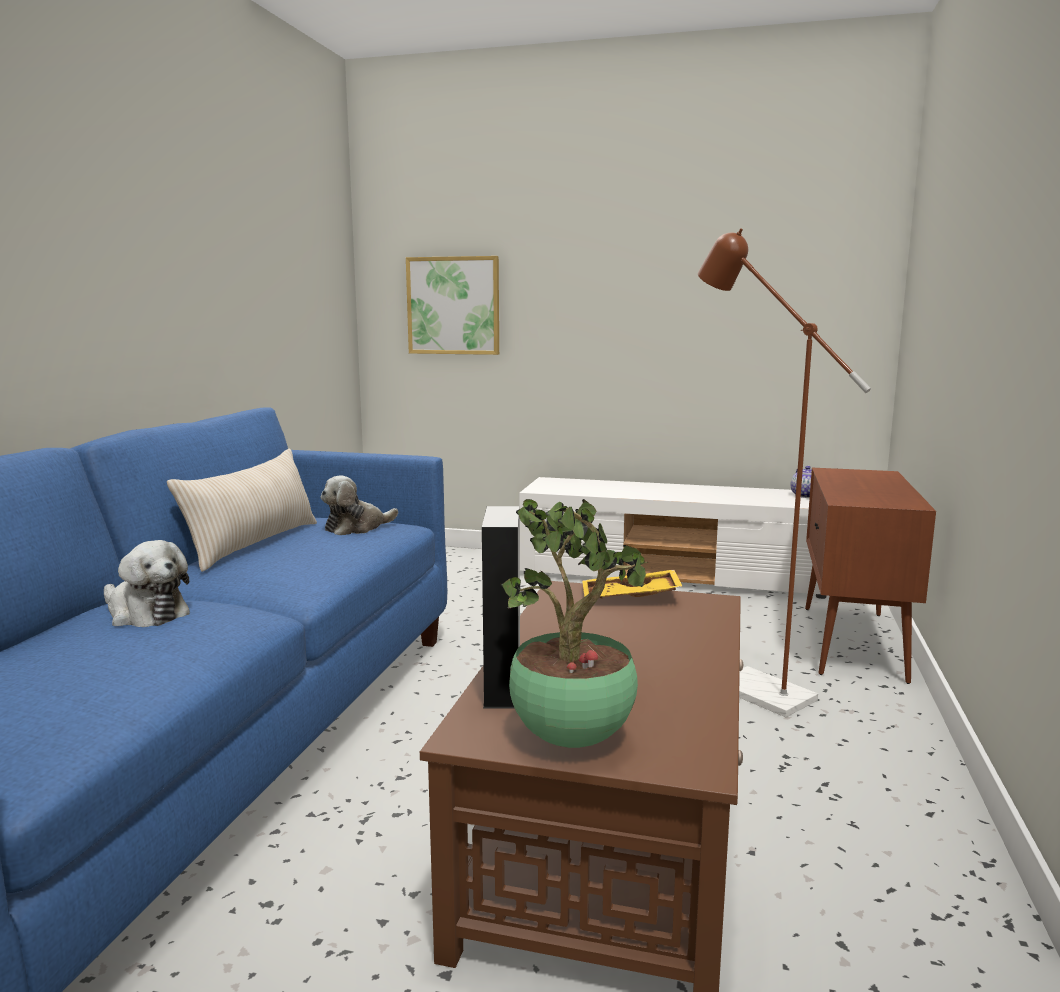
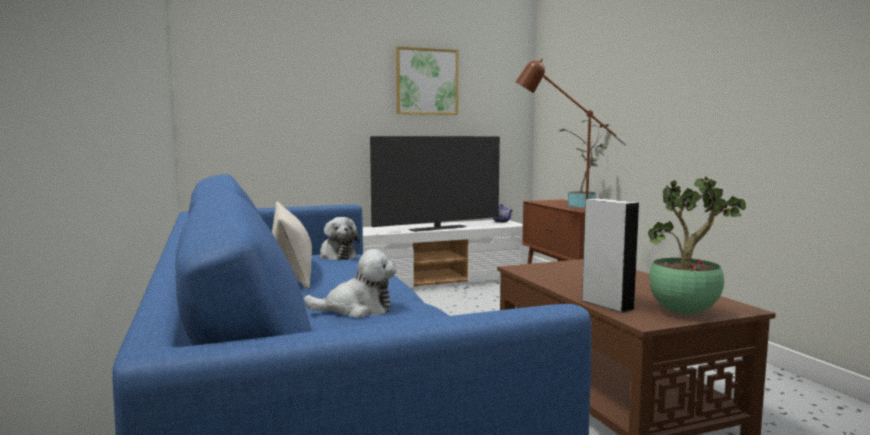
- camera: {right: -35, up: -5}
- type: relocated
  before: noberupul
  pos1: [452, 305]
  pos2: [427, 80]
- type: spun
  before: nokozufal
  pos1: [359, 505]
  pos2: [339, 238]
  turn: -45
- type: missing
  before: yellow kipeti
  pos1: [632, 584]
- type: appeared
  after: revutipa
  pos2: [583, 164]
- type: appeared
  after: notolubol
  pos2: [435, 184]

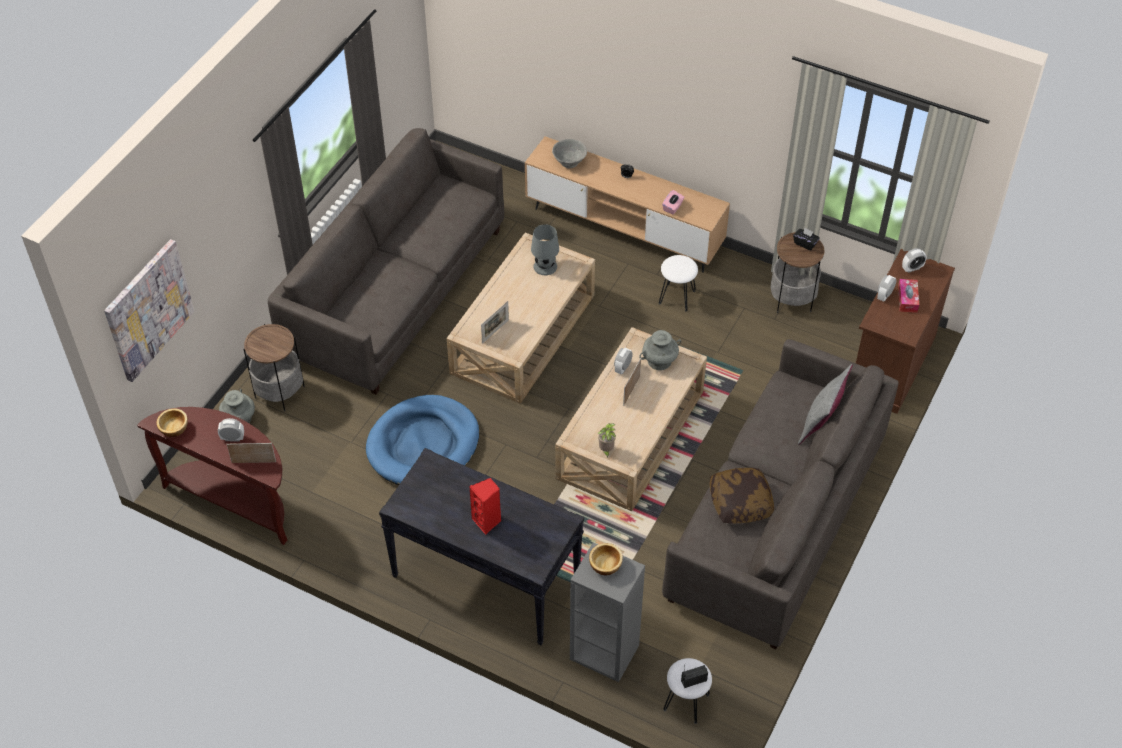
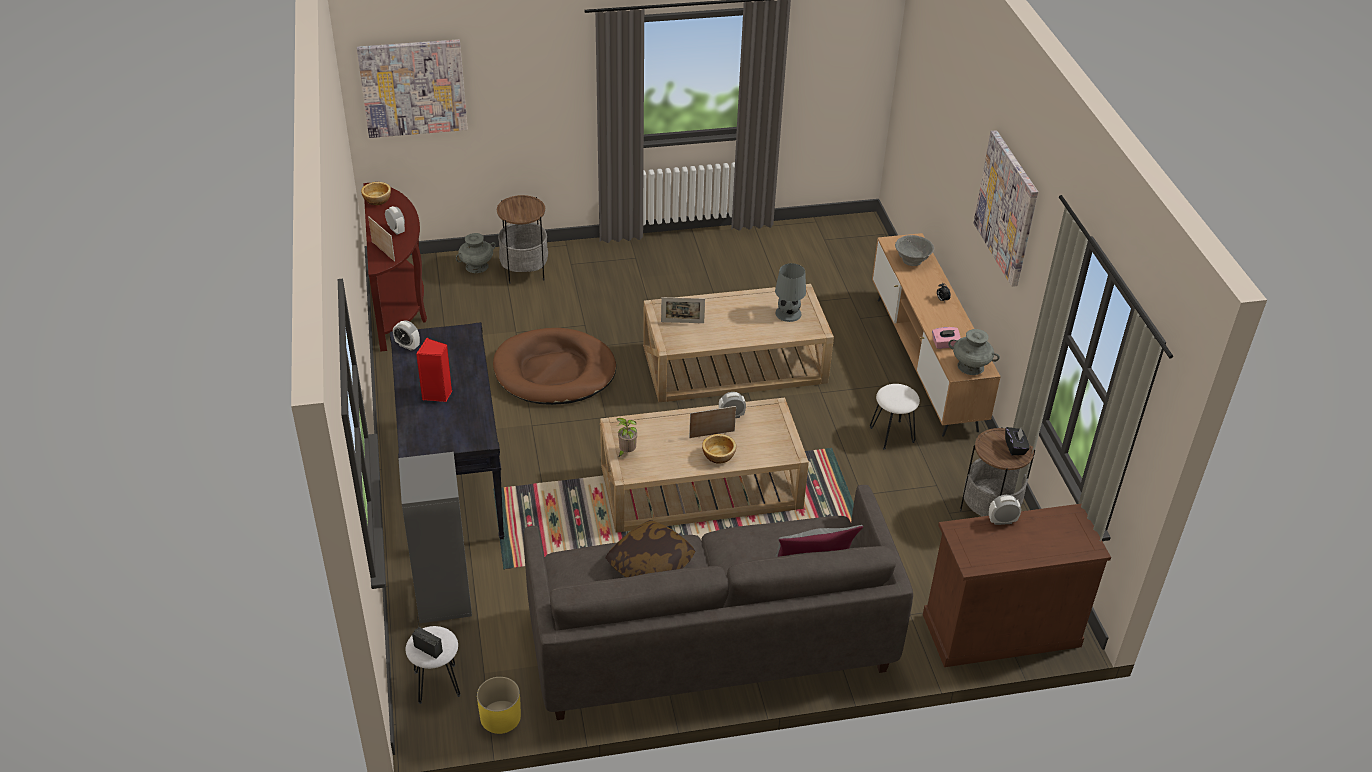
- camera: {right: 50, up: -10}
- type: missing
  before: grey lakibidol
  pos1: [386, 261]
- type: relocated
  before: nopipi
  pos1: [914, 260]
  pos2: [406, 336]
- type: missing
  before: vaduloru
  pos1: [908, 296]
- type: relocated
  before: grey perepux
  pos1: [660, 350]
  pos2: [974, 352]
- type: colour
  before: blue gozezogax
  after: brown gozezogax
  pos1: [422, 440]
  pos2: [554, 366]
- type: relocated
  before: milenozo
  pos1: [606, 559]
  pos2: [719, 449]
- type: appeared
  after: noberupul
  pos2: [1006, 208]
- type: appeared
  after: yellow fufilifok
  pos2: [499, 705]

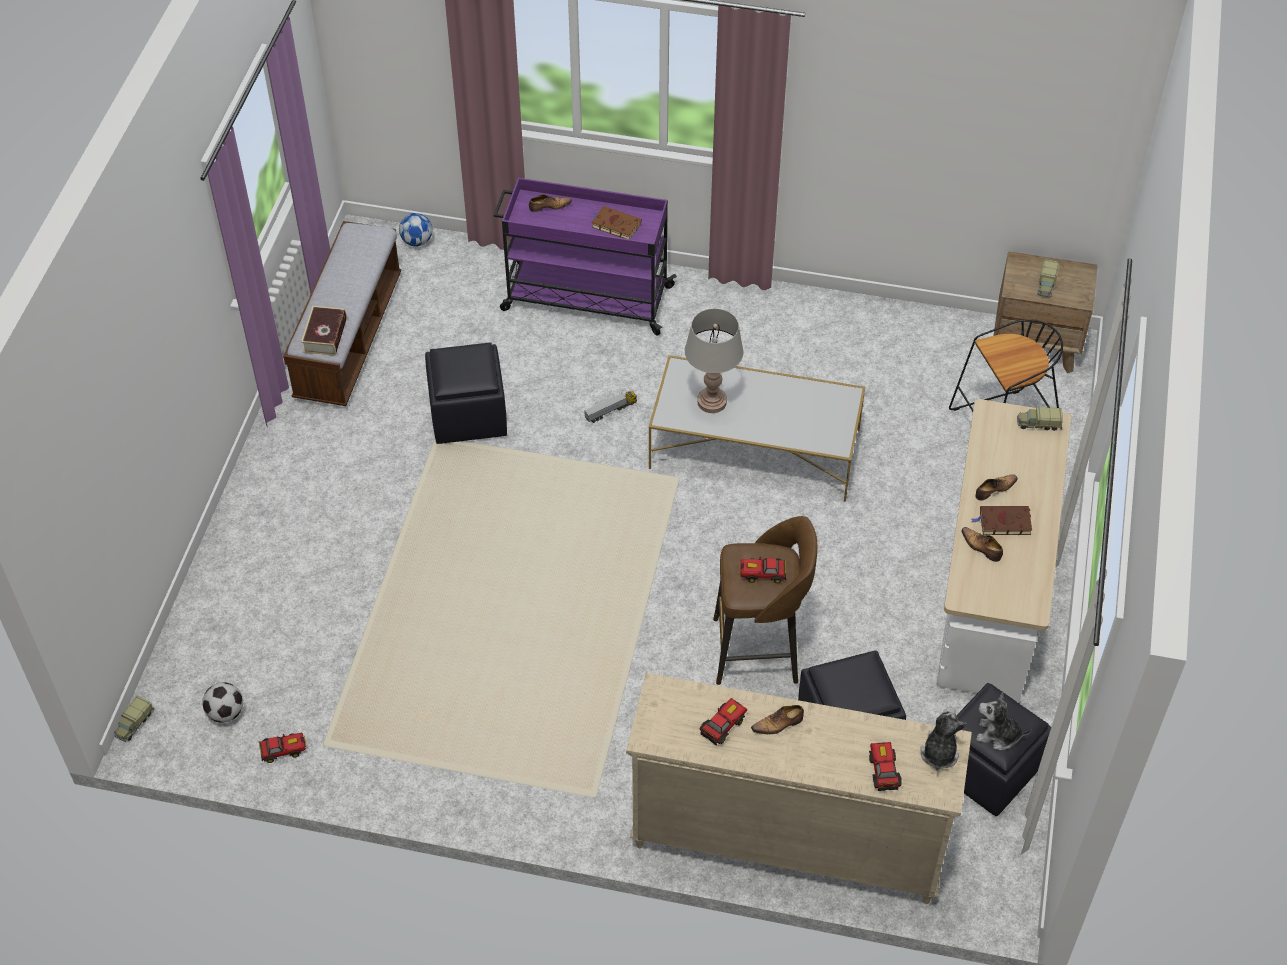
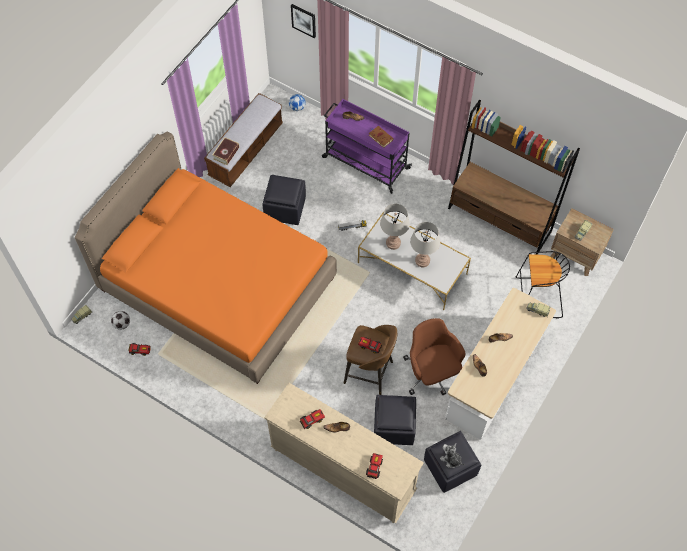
- camera: {right: 20, up: 10}
- type: missing
  before: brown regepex
  pos1: [1001, 520]
- type: missing
  before: nokozufal
  pos1: [943, 739]
- type: appeared
  after: noberupul
  pos2: [303, 21]
- type: appeared
  after: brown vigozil
  pos2: [514, 177]
- type: appeared
  after: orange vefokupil
  pos2: [206, 257]
- type: appeared
  after: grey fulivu
  pos2: [425, 244]
- type: appeared
  after: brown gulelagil
  pos2: [434, 356]

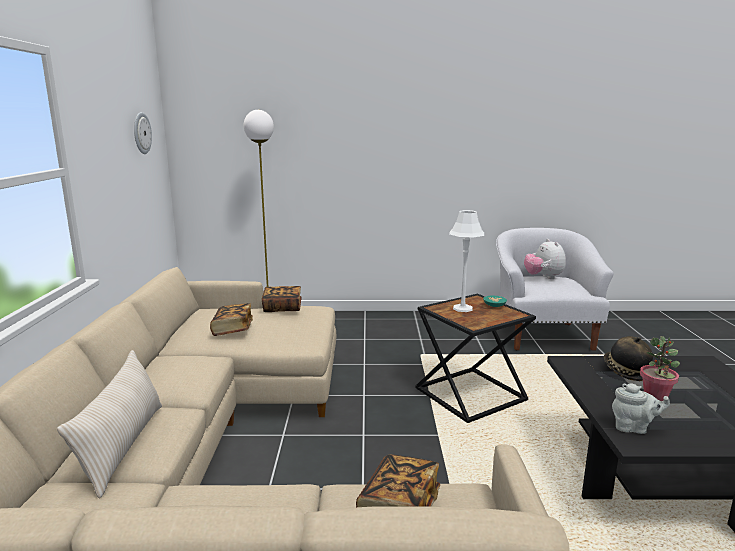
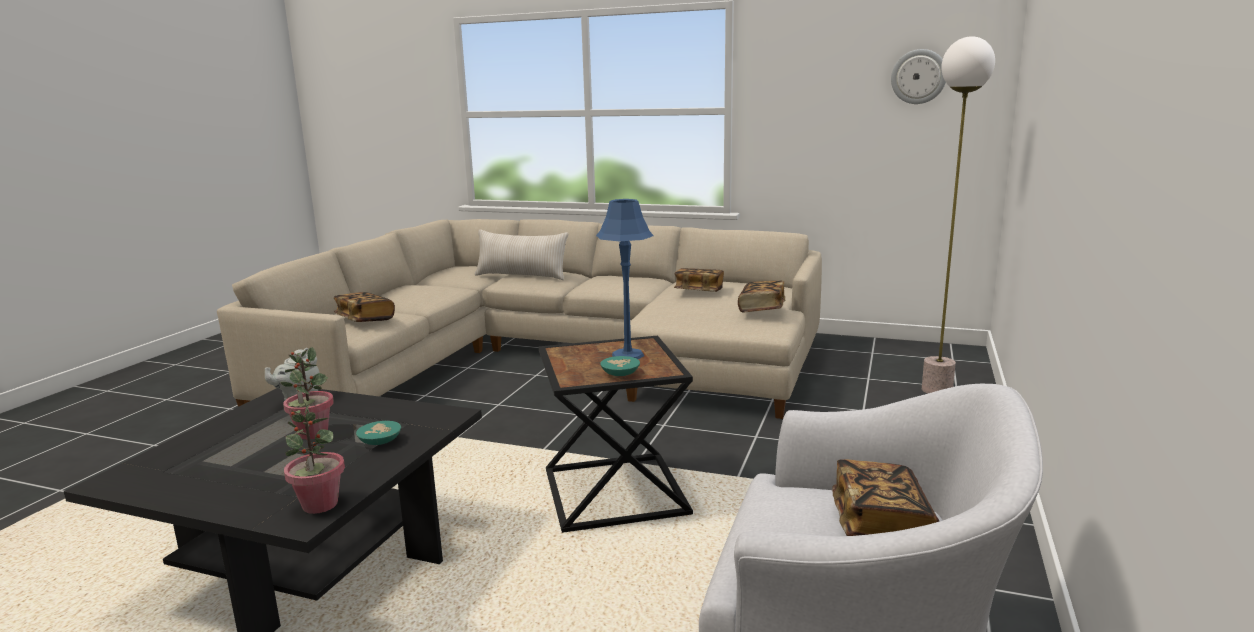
- camera: {right: 110, up: 0}
- type: colour
  before: white fulivu
  after: blue fulivu
  pos1: [466, 261]
  pos2: [625, 279]
- type: exchanged
  before: nokozufal
  after: regepex
  pos1: [545, 259]
  pos2: [885, 497]
- type: exchanged
  before: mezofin
  after: turquoise milenozo
  pos1: [628, 358]
  pos2: [378, 433]
- type: appeared
  after: revutipa
  pos2: [314, 457]

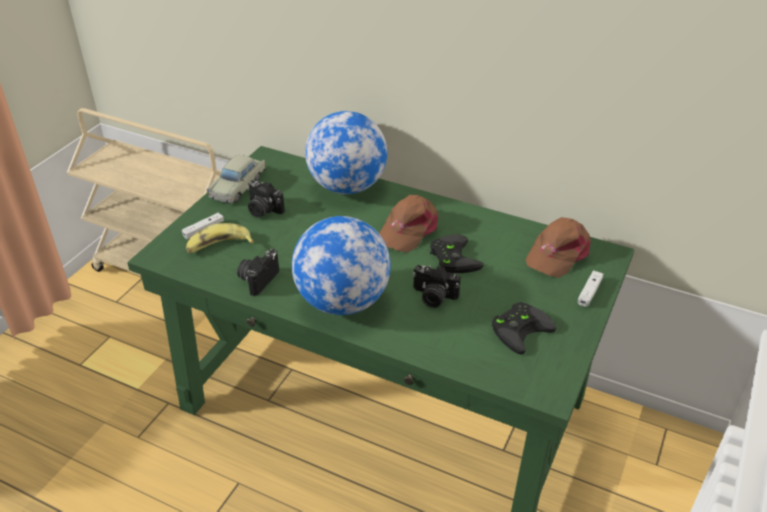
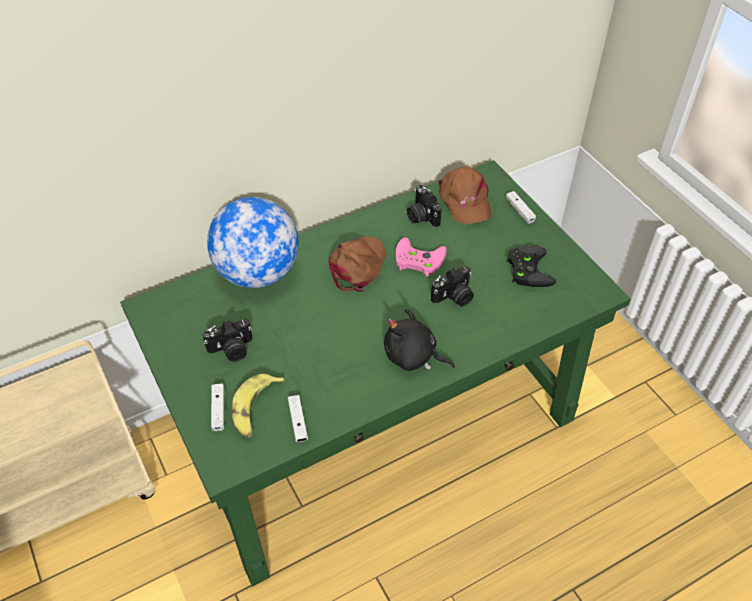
- camera: {right: -55, up: 10}
- type: missing
  before: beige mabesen
  pos1: [236, 179]
- type: spun
  before: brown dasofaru
  pos1: [408, 223]
  pos2: [357, 264]
  turn: -135
- type: exchanged
  before: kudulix
  after: black nokozufal
  pos1: [341, 265]
  pos2: [419, 340]
- type: colour
  before: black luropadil
  after: pink luropadil
  pos1: [457, 253]
  pos2: [421, 257]
- type: relocated
  before: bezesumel
  pos1: [258, 272]
  pos2: [424, 206]
- type: appeared
  after: white luropadil
  pos2: [298, 418]

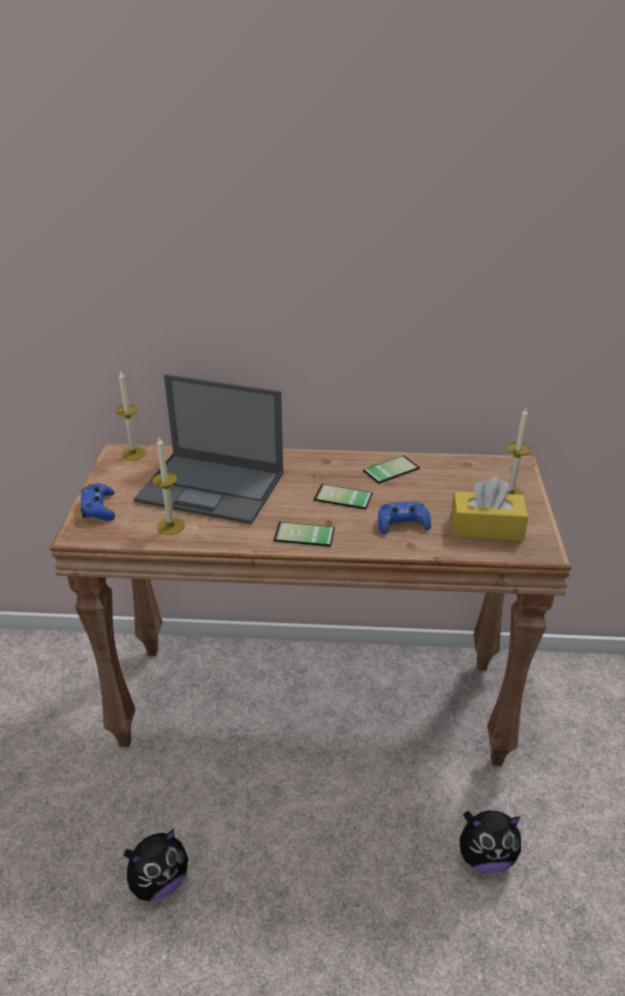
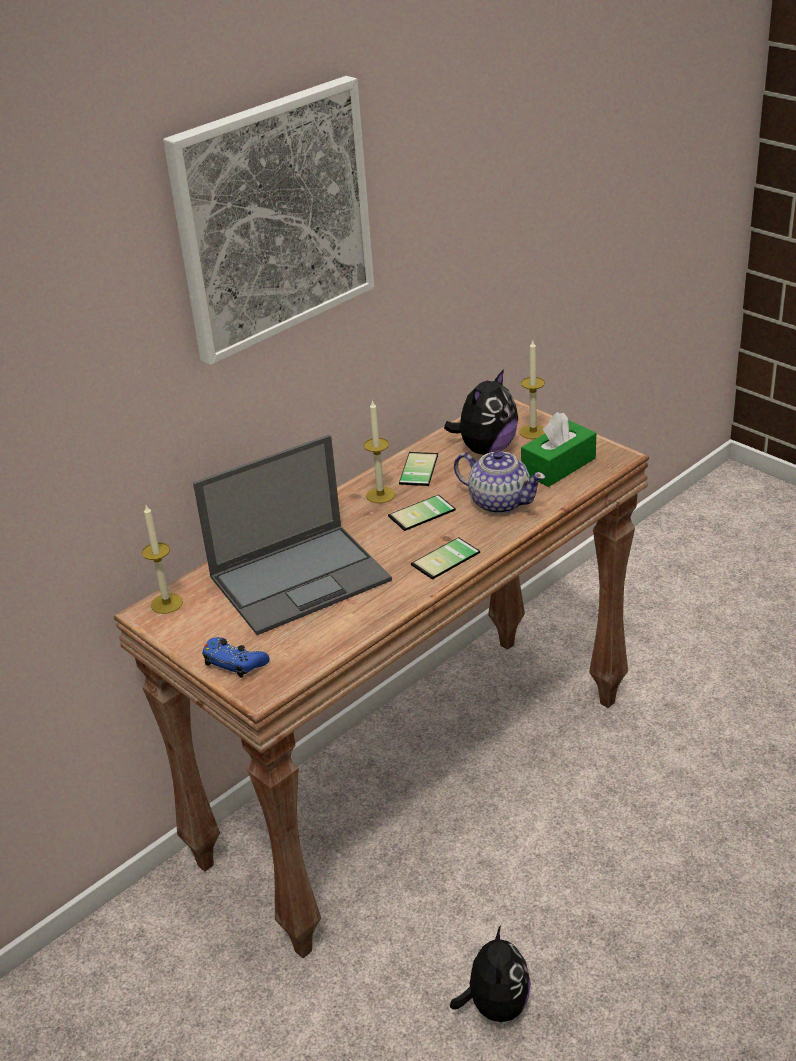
- camera: {right: -45, up: 0}
- type: relocated
  before: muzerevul
  pos1: [168, 486]
  pos2: [379, 451]
- type: colour
  before: yellow vaduloru
  after: green vaduloru
  pos1: [490, 509]
  pos2: [558, 449]
- type: exchanged
  before: blue luropadil
  after: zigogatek
  pos1: [404, 517]
  pos2: [499, 482]
- type: relocated
  before: nokozufal
  pos1: [490, 841]
  pos2: [481, 412]
- type: appeared
  after: noberupul
  pos2: [268, 220]

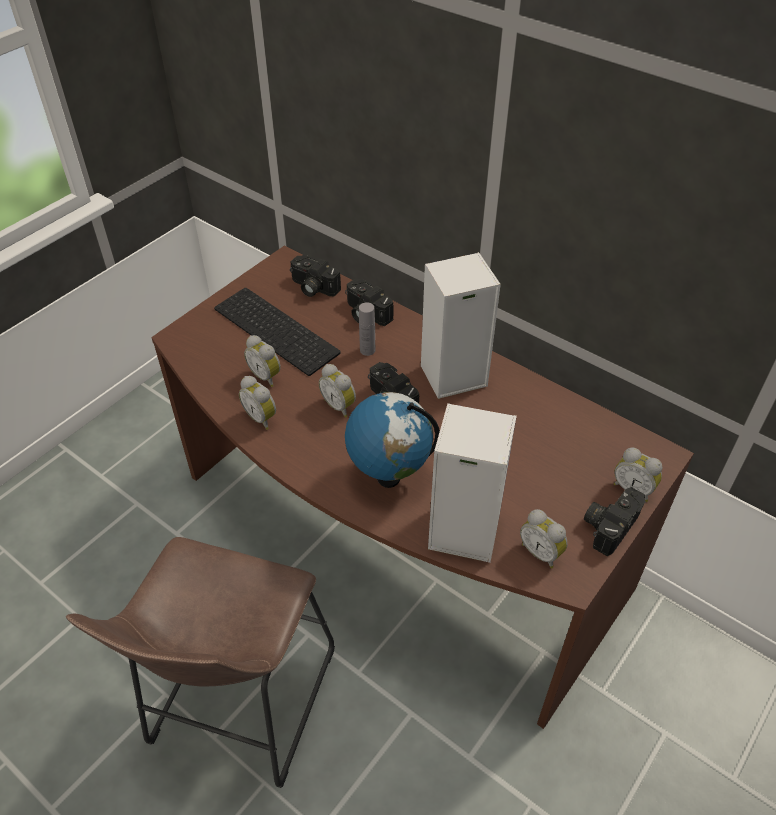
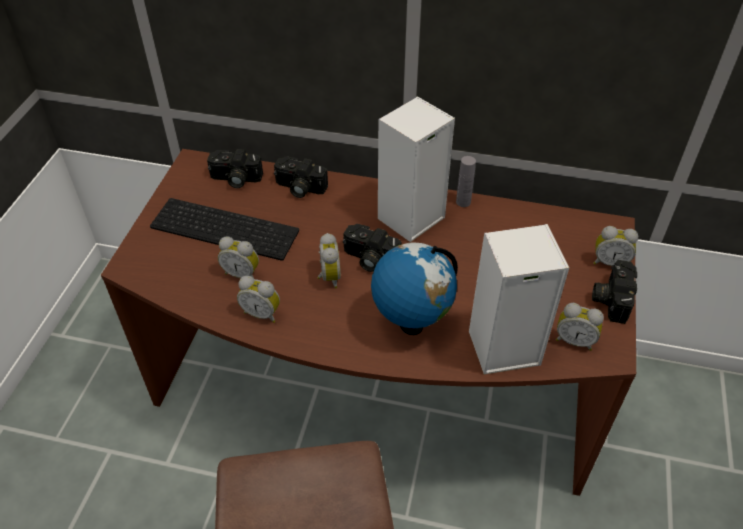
- camera: {right: -25, up: 0}
- type: relocated
  before: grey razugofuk
  pos1: [367, 329]
  pos2: [466, 181]
- type: spun
  before: nopipi
  pos1: [337, 391]
  pos2: [329, 261]
  turn: -120

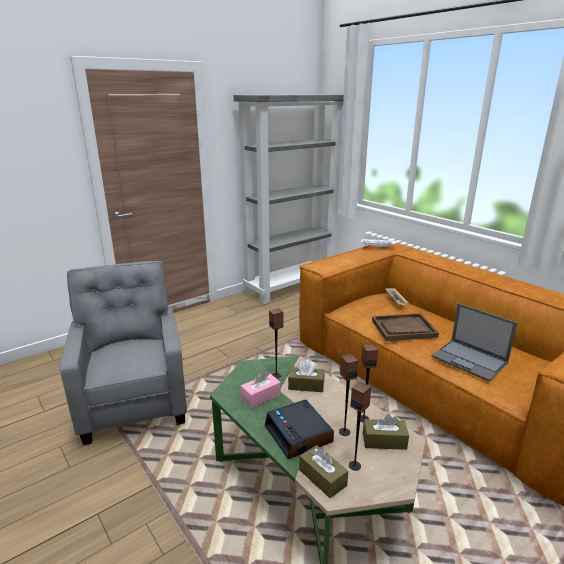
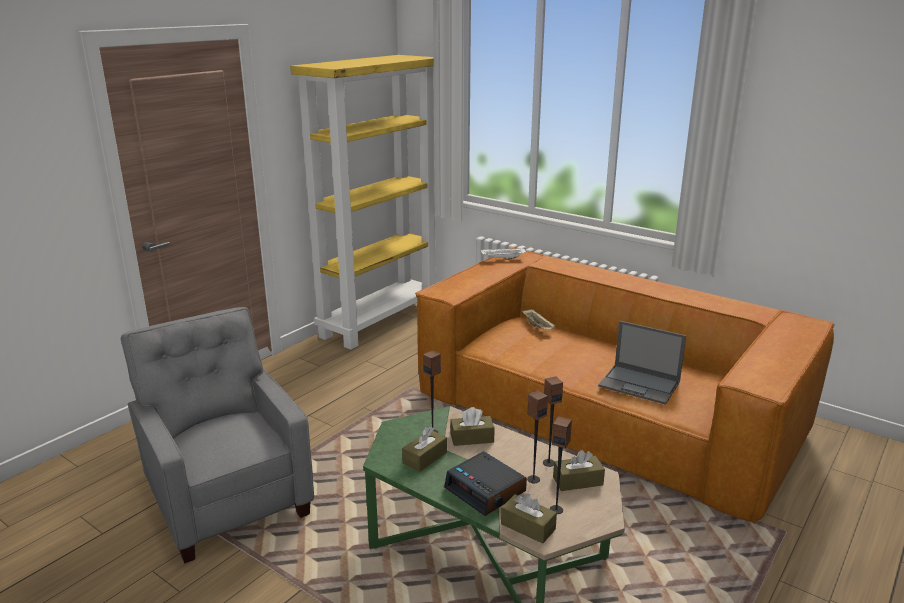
- camera: {right: -15, up: 0}
- type: colour
  before: grey vigozil
  after: yellow vigozil
  pos1: [289, 199]
  pos2: [363, 202]
- type: missing
  before: brown kipeti
  pos1: [405, 327]
- type: colour
  before: pink vaduloru
  after: brown vaduloru
  pos1: [261, 389]
  pos2: [424, 449]

